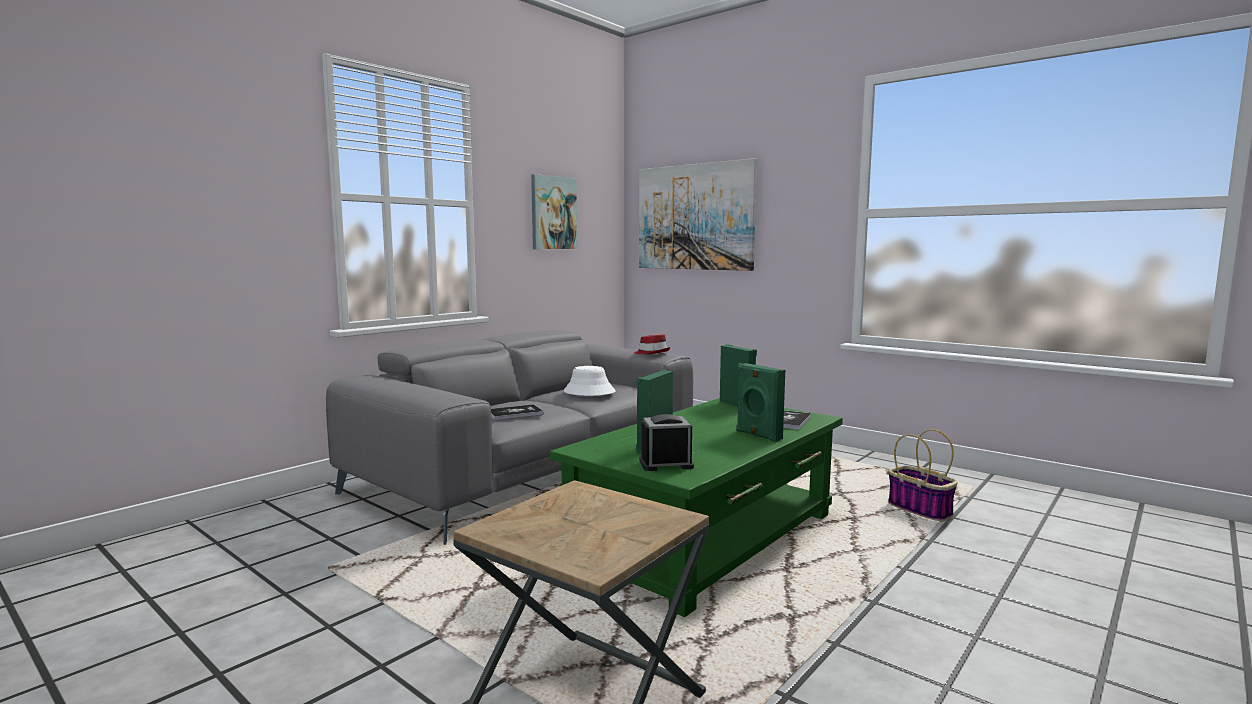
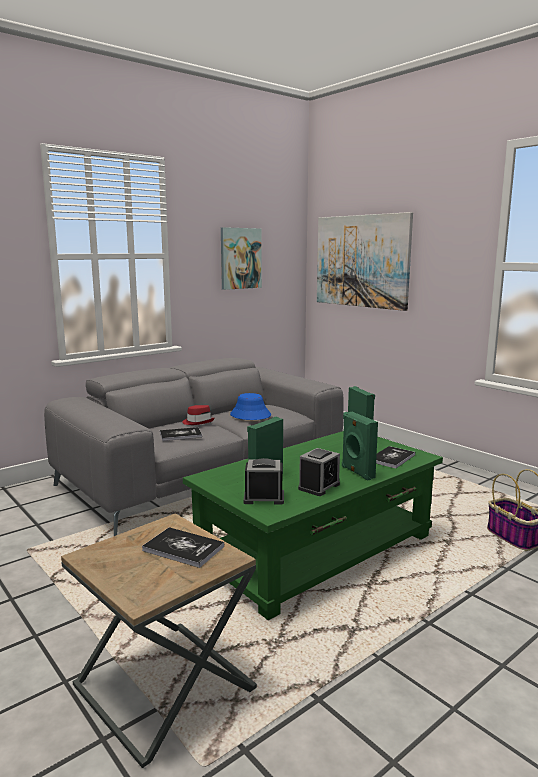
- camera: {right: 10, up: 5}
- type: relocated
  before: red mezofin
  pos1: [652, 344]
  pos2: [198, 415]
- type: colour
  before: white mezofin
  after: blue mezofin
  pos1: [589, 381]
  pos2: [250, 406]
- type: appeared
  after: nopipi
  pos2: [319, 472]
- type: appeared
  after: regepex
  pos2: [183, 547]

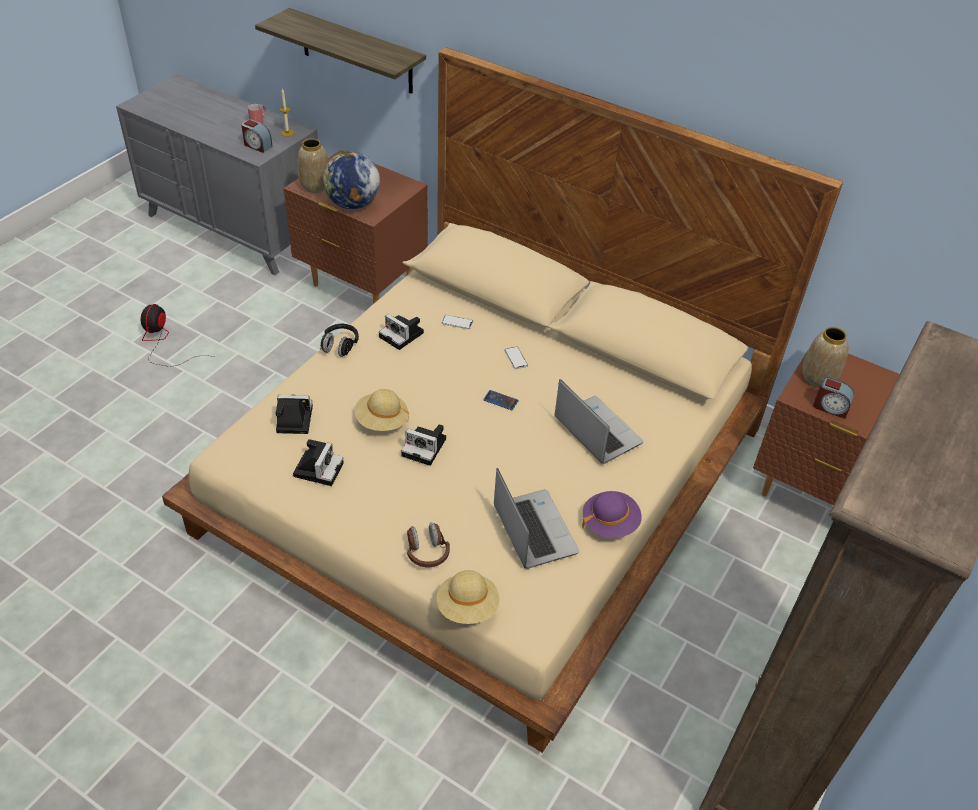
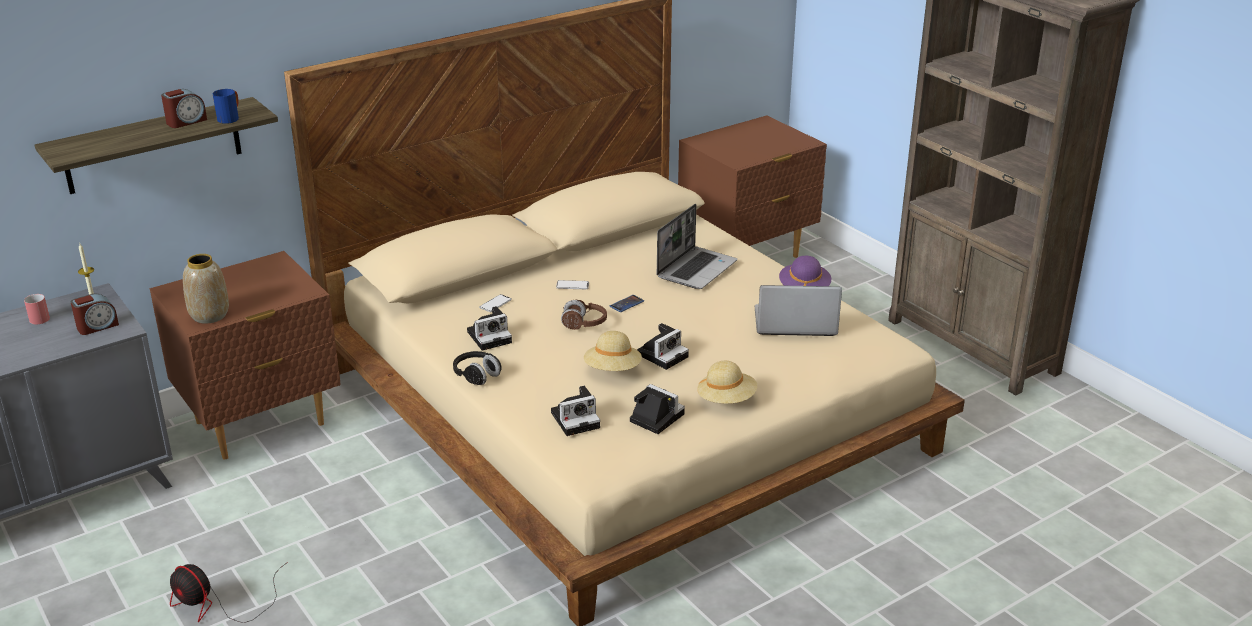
- camera: {right: -65, up: -15}
- type: missing
  before: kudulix
  pos1: [351, 180]
- type: missing
  before: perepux
  pos1: [825, 357]
- type: relocated
  before: nopipi
  pos1: [833, 398]
  pos2: [184, 108]
- type: spun
  before: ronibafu
  pos1: [599, 421]
  pos2: [697, 246]
  turn: 135
- type: spun
  before: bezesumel
  pos1: [294, 414]
  pos2: [575, 411]
  turn: -135
- type: relocated
  before: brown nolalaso
  pos1: [428, 545]
  pos2: [584, 315]
- type: relocated
  before: beige mezofin
  pos1: [468, 597]
  pos2: [727, 382]
- type: appeared
  after: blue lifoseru
  pos2: [225, 106]

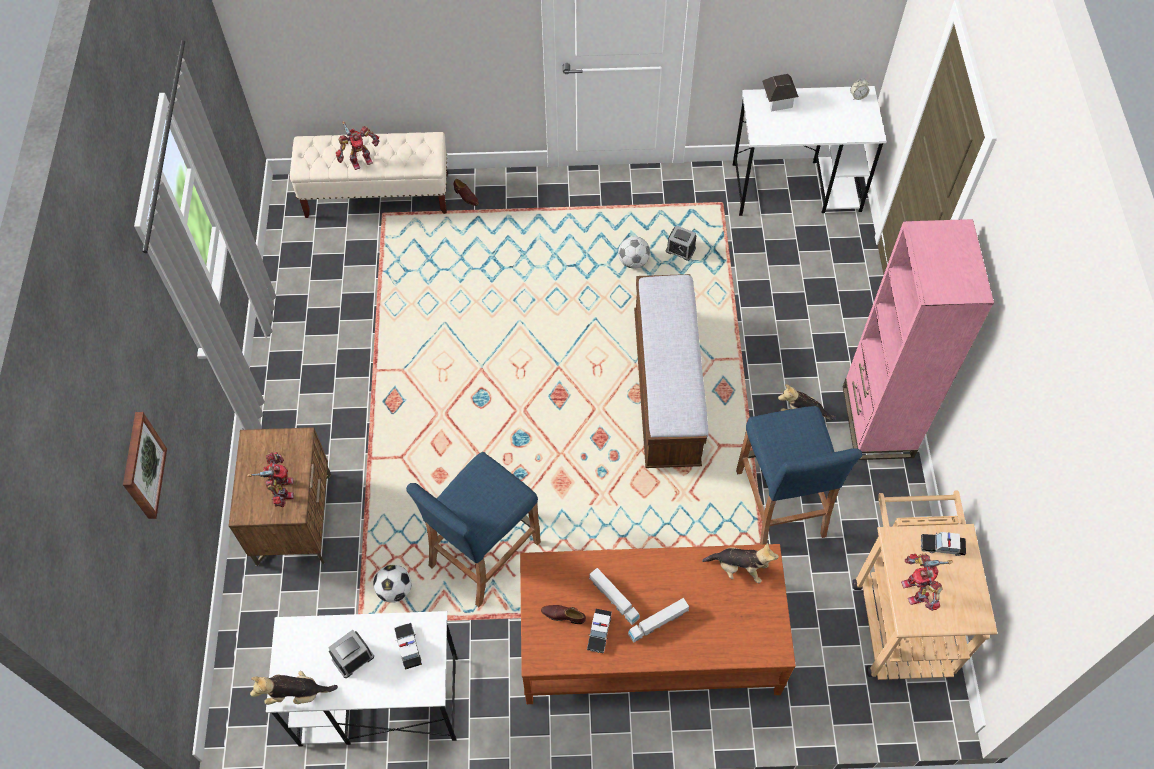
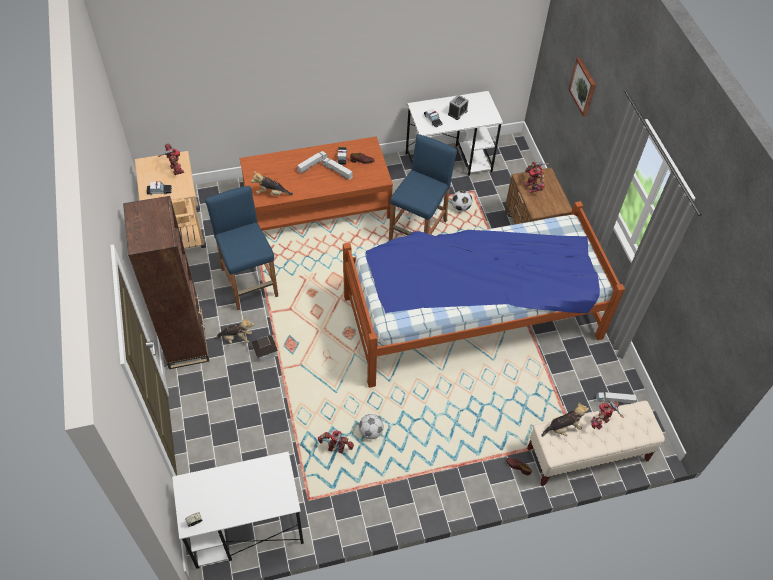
- camera: {right: 165, up: -5}
- type: relocated
  before: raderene
  pos1: [780, 92]
  pos2: [264, 348]
- type: colour
  before: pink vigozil
  after: brown vigozil
  pos1: [918, 339]
  pos2: [166, 282]
- type: exchanged
  before: nopipi
  after: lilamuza
  pos1: [681, 243]
  pos2: [336, 441]
- type: missing
  before: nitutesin
  pos1: [671, 371]
- type: relocated
  before: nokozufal
  pos1: [294, 688]
  pos2: [565, 419]
- type: appeared
  after: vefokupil
  pos2: [484, 294]
- type: appeared
  after: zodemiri
  pos2: [616, 398]

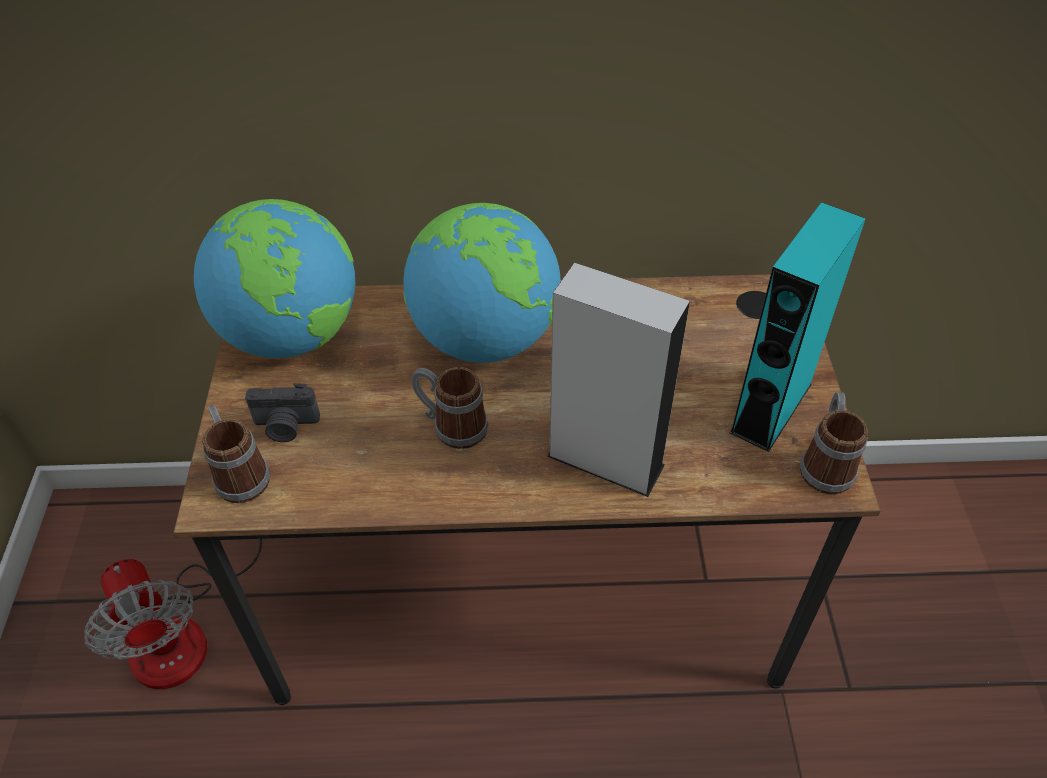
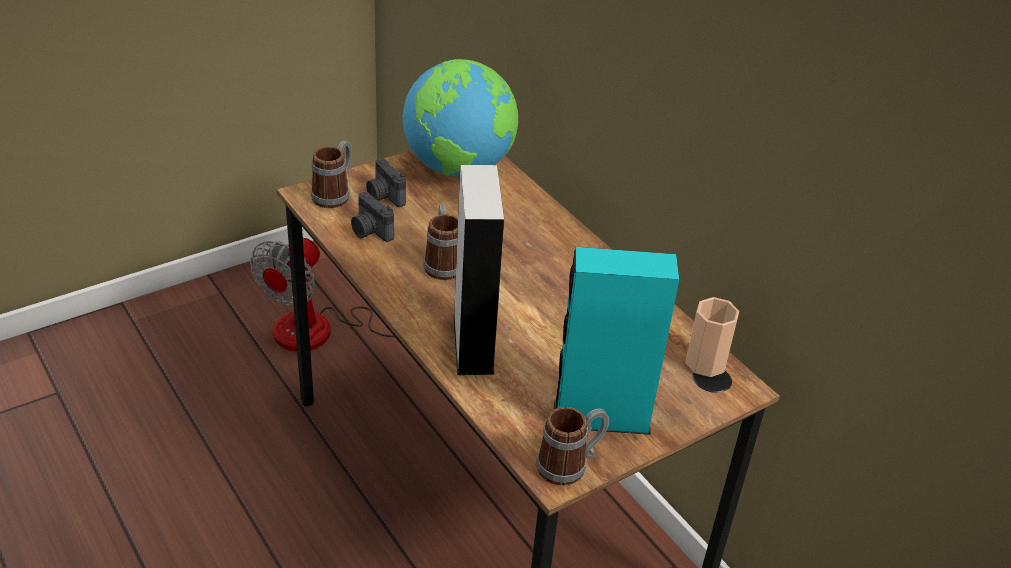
- camera: {right: 55, up: -10}
- type: missing
  before: kudulix
  pos1: [482, 283]
- type: appeared
  after: bezesumel
  pos2: [372, 217]
- type: appeared
  after: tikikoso
  pos2: [712, 337]

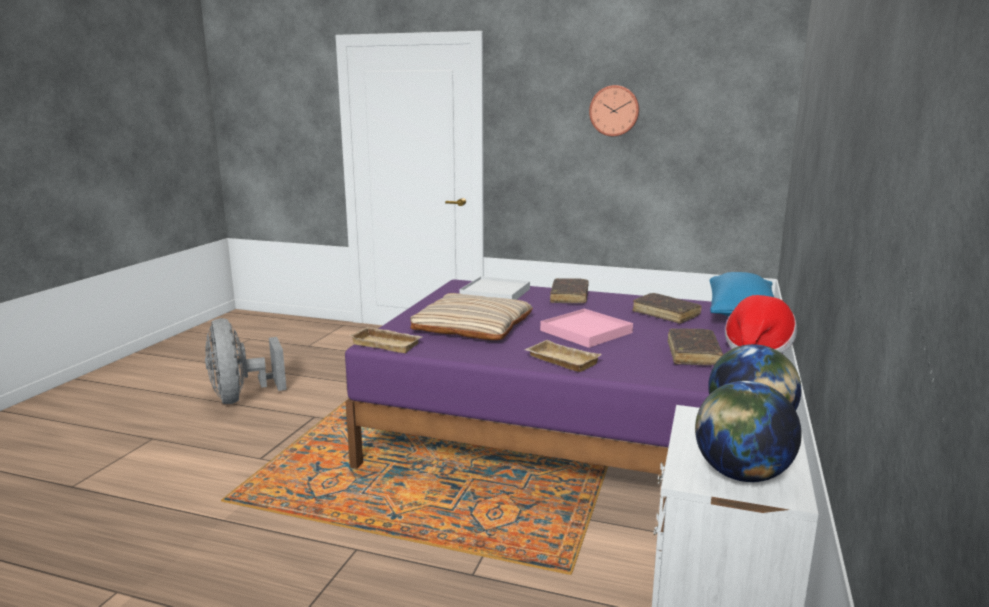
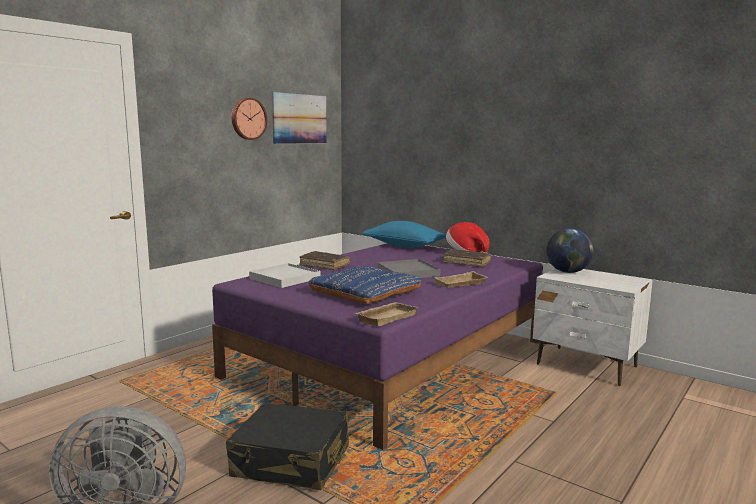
- camera: {right: -70, up: -5}
- type: colour
  before: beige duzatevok
  after: blue duzatevok
  pos1: [471, 316]
  pos2: [365, 285]
- type: missing
  before: brown regepex
  pos1: [667, 308]
- type: colour
  before: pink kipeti
  after: grey kipeti
  pos1: [586, 328]
  pos2: [409, 268]
- type: missing
  before: kudulix
  pos1: [748, 431]
- type: appeared
  after: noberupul
  pos2: [299, 118]
- type: appeared
  after: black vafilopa
  pos2: [287, 446]

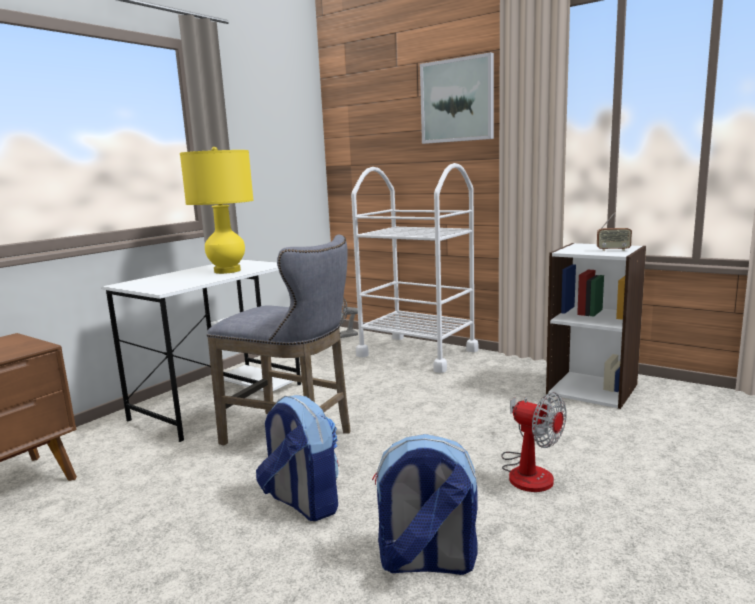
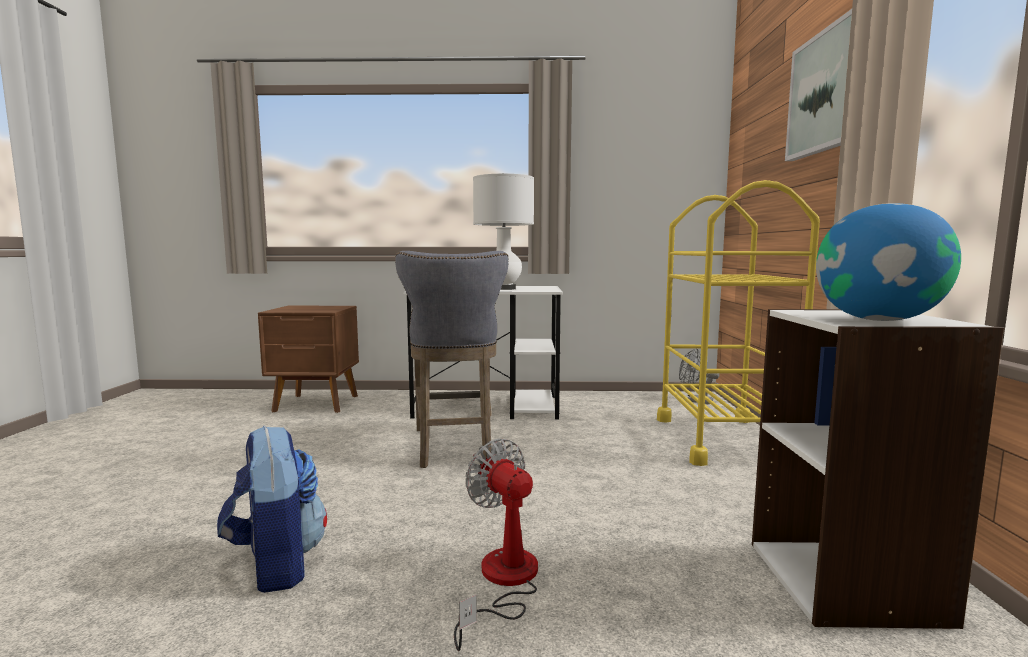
- camera: {right: 55, up: -5}
- type: colour
  before: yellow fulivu
  after: white fulivu
  pos1: [217, 210]
  pos2: [503, 231]
- type: colour
  before: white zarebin
  after: yellow zarebin
  pos1: [414, 268]
  pos2: [738, 323]
- type: exchanged
  before: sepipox
  after: kudulix
  pos1: [614, 231]
  pos2: [888, 262]
- type: spun
  before: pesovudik
  pos1: [534, 442]
  pos2: [496, 544]
  turn: 135
- type: missing
  before: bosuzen
  pos1: [297, 458]

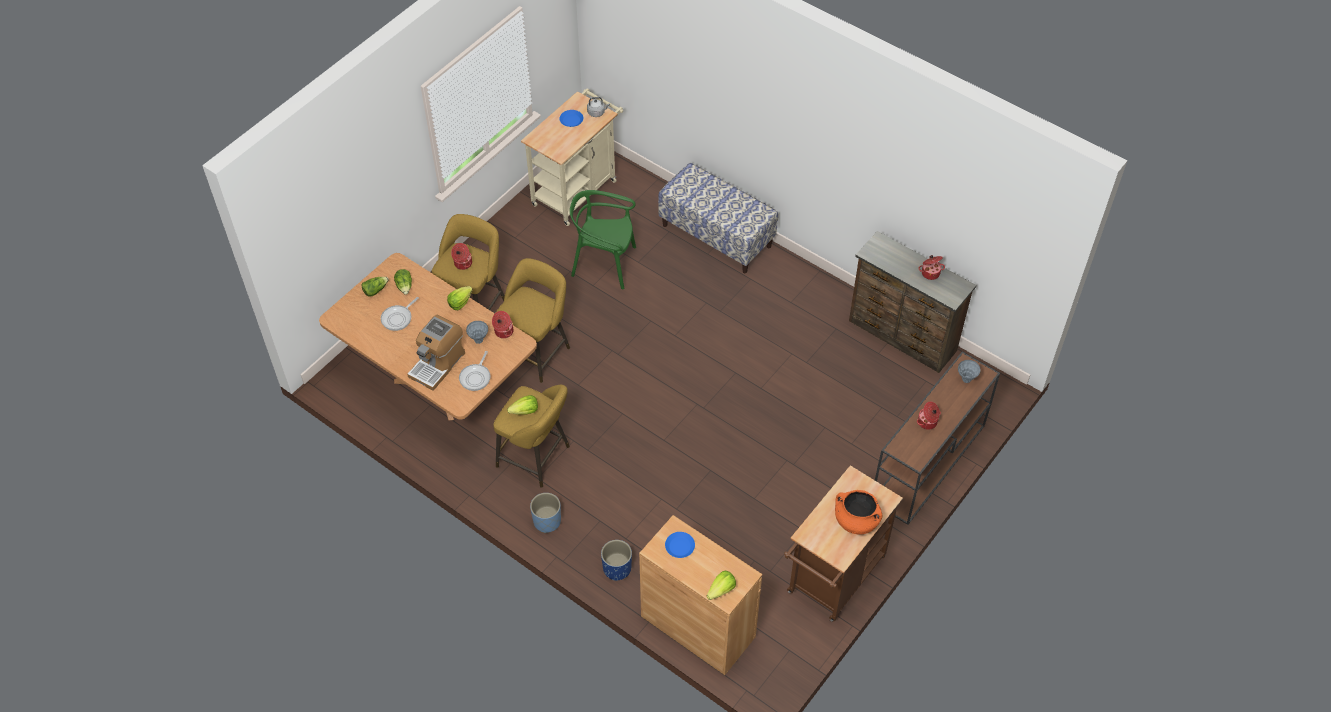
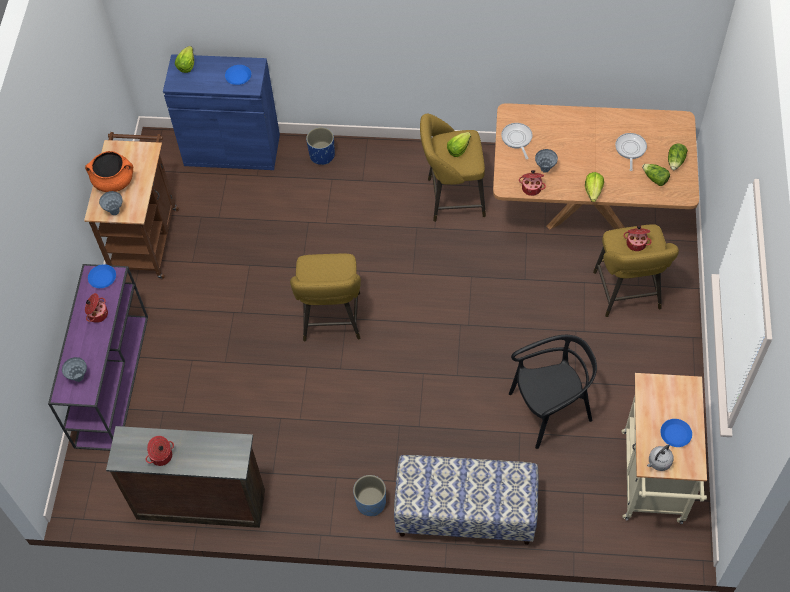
- camera: {right: 150, up: 5}
- type: colour
  before: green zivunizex
  after: black zivunizex
  pos1: [603, 240]
  pos2: [553, 392]
- type: relocated
  before: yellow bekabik
  pos1: [533, 320]
  pos2: [325, 297]
- type: missing
  before: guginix
  pos1: [436, 353]
- type: colour
  before: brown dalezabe
  after: purple dalezabe
  pos1: [937, 438]
  pos2: [98, 357]
- type: relocated
  before: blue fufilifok
  pos1: [545, 513]
  pos2: [369, 495]
- type: colour
  before: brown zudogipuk
  after: blue zudogipuk
  pos1: [700, 595]
  pos2: [221, 112]
- type: appeared
  after: grey perepux
  pos2: [110, 203]
- type: appeared
  after: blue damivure
  pos2: [102, 276]

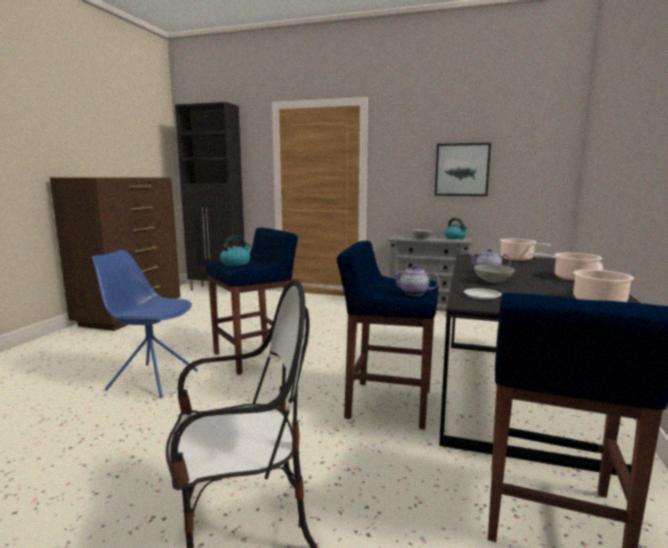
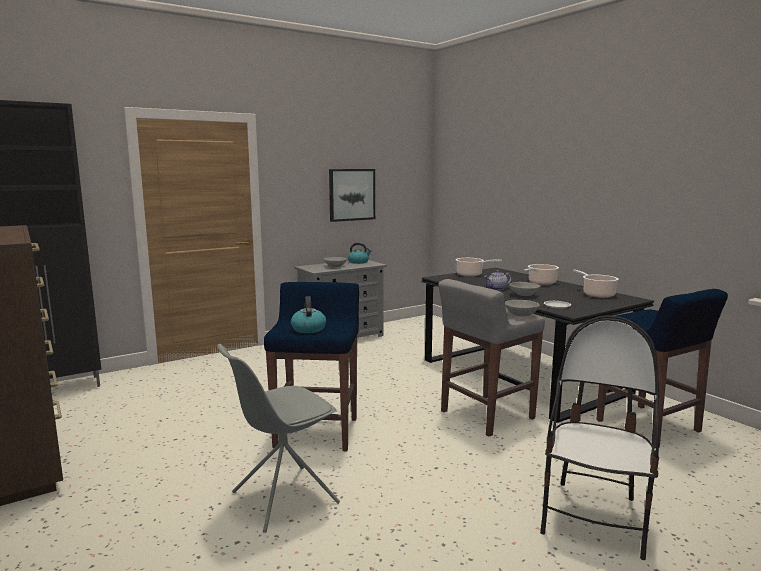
- camera: {right: -50, up: 0}
- type: colour
  before: blue bekabik
  after: grey bekabik
  pos1: [387, 335]
  pos2: [491, 357]
- type: colour
  before: blue zivunizex
  after: grey zivunizex
  pos1: [145, 324]
  pos2: [278, 438]
- type: exchanged
  before: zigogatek
  after: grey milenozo
  pos1: [415, 280]
  pos2: [522, 308]

